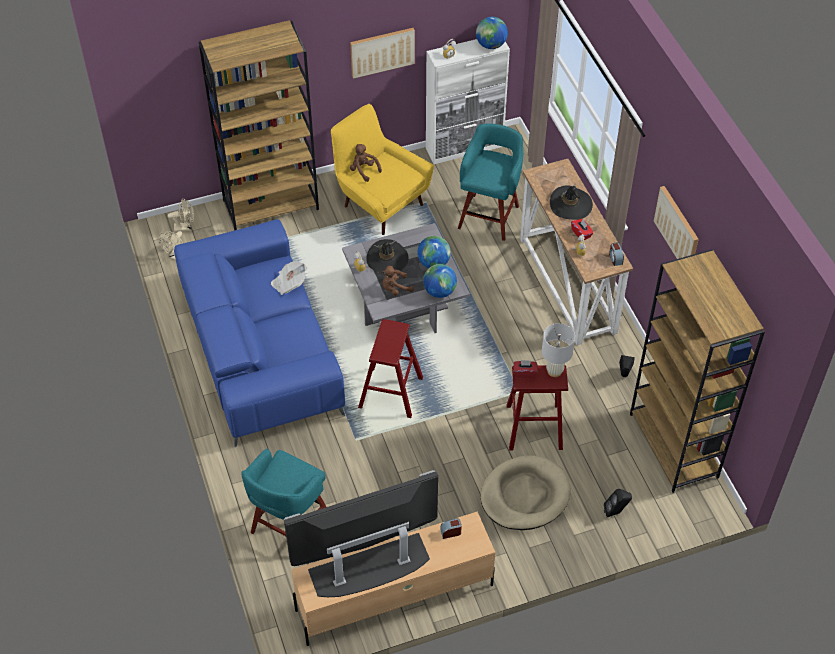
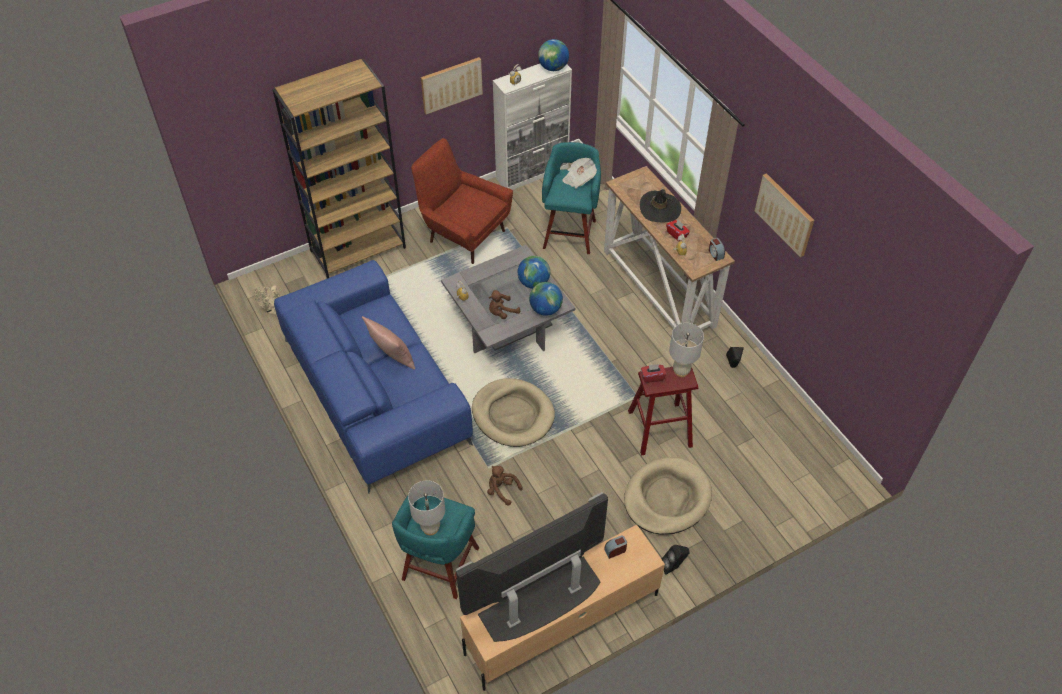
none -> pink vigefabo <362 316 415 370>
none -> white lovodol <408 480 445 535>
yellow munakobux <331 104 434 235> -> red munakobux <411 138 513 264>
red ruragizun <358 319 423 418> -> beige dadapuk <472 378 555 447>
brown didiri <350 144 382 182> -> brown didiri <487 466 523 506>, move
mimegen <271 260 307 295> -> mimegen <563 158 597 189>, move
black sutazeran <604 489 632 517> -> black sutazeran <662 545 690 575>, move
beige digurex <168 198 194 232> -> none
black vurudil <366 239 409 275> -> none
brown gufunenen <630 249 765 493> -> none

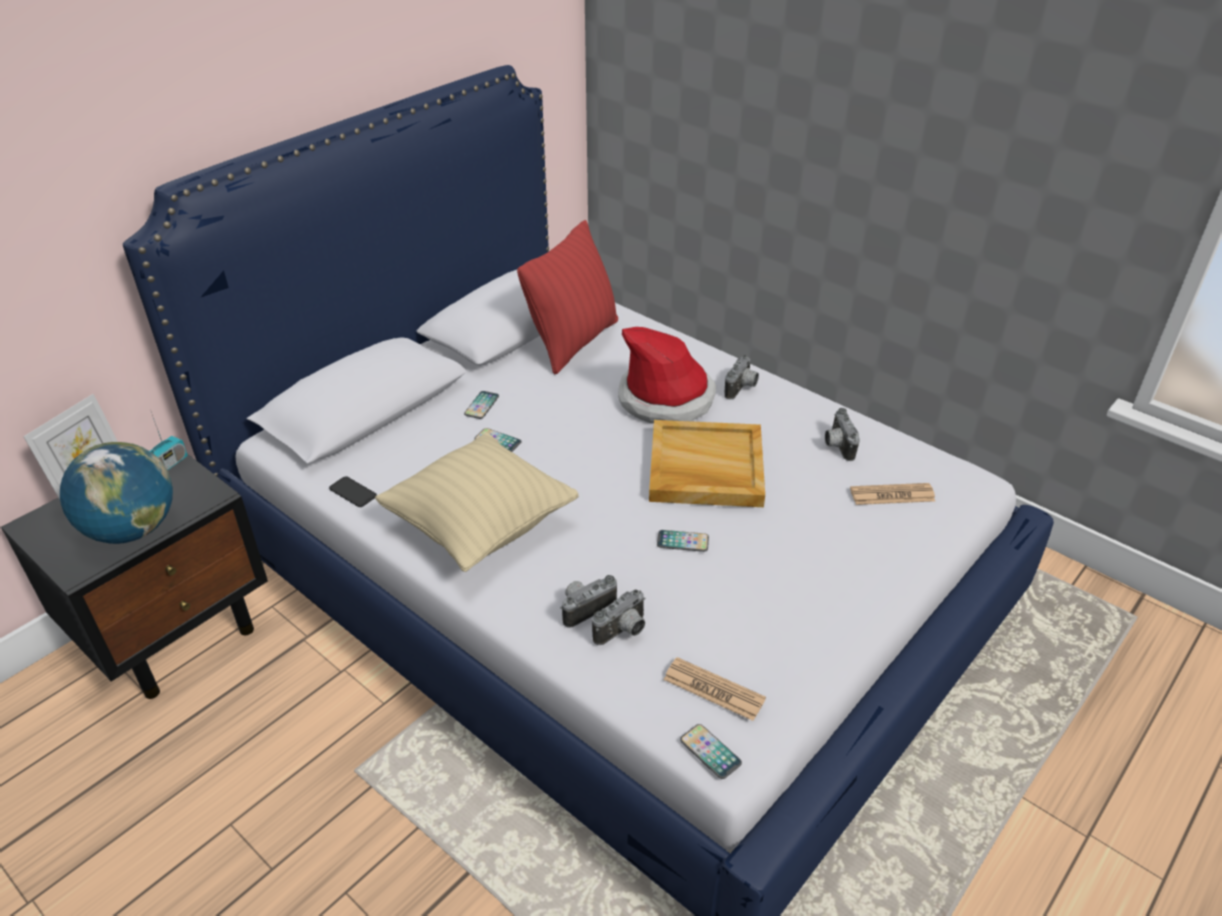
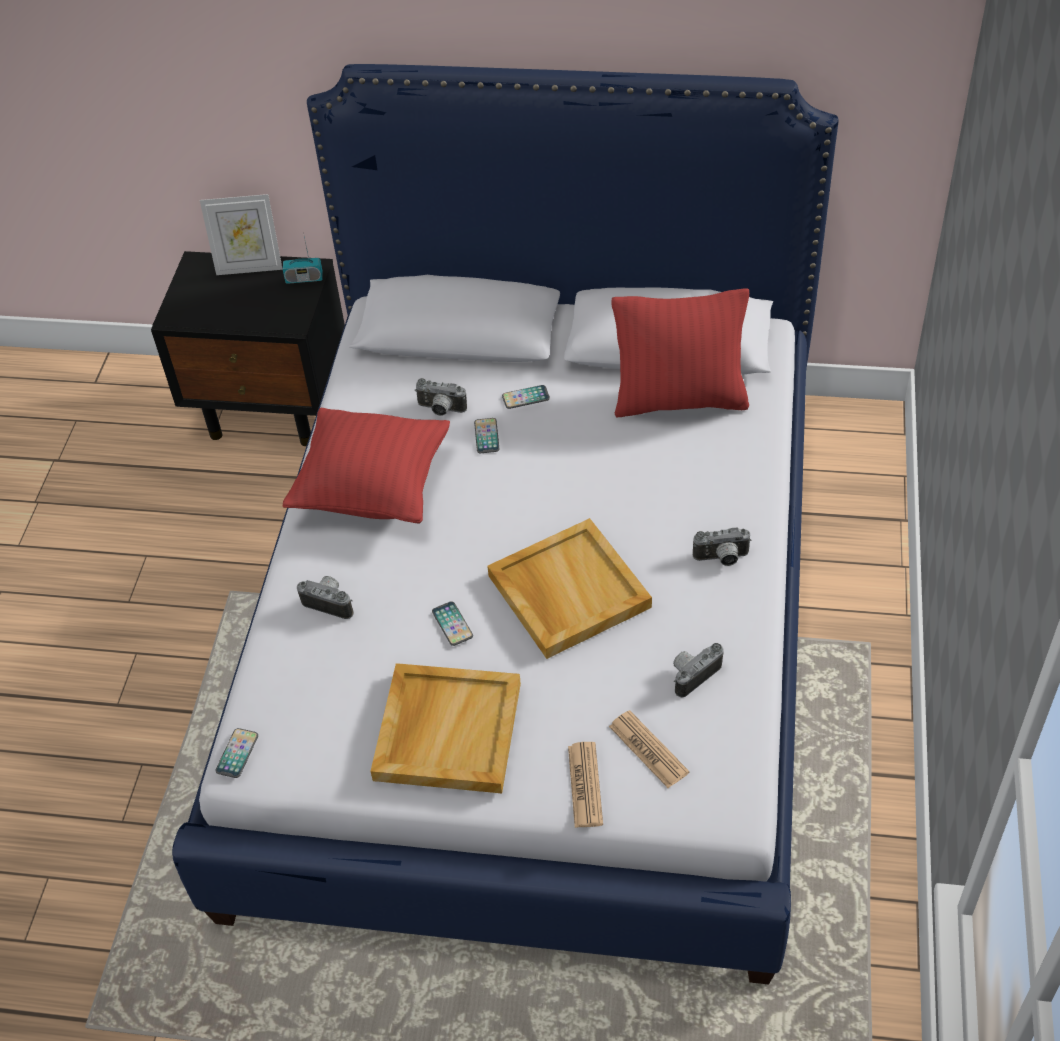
beige vigefabo <375 432 579 572> -> red vigefabo <283 407 450 524>
none -> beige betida <370 663 521 793>
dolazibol <592 589 645 645> -> dolazibol <415 378 467 416>, move
mimegen <664 657 766 721> -> mimegen <568 742 603 828>, move
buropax <60 442 173 544> -> none
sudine <329 476 377 507> -> none
vurudil <618 327 716 424> -> none

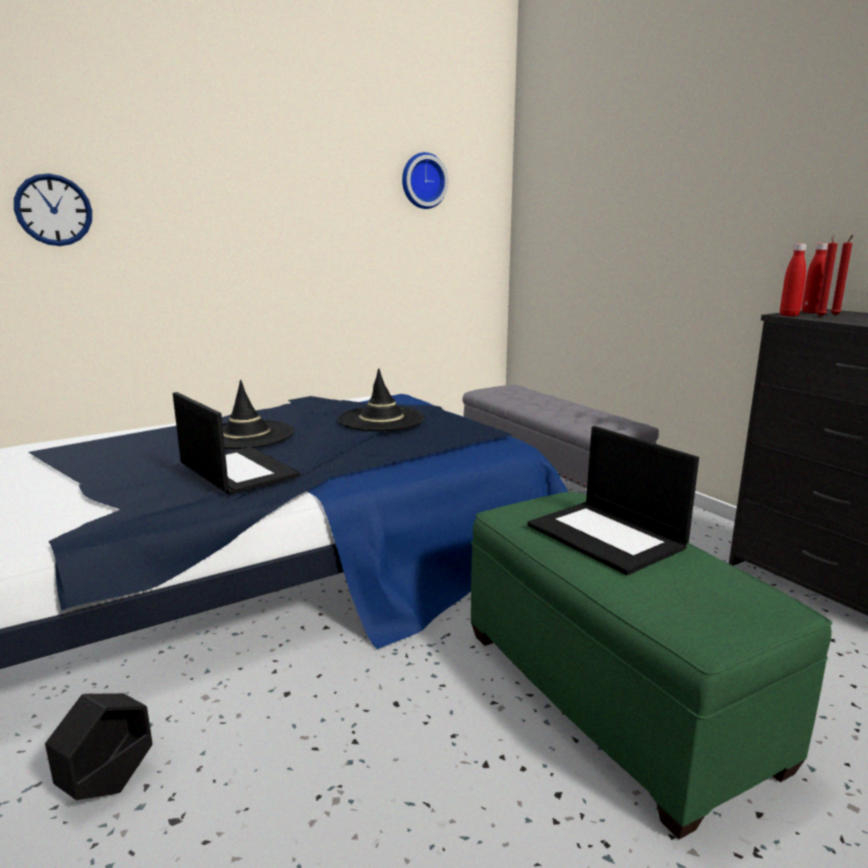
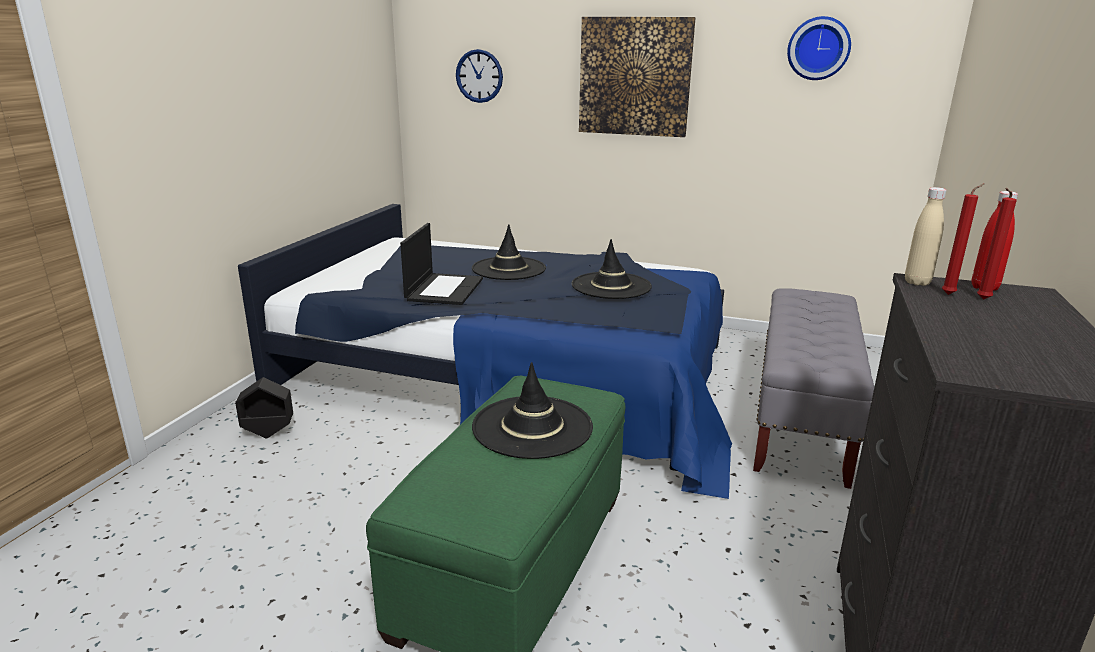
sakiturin <527 426 699 575> -> black vurudil <472 362 593 459>
none -> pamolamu <579 17 696 137>
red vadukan <780 244 807 316> -> beige vadukan <905 187 946 286>

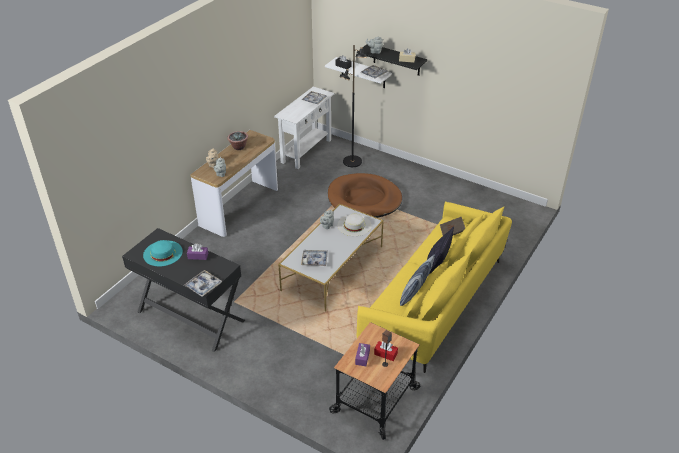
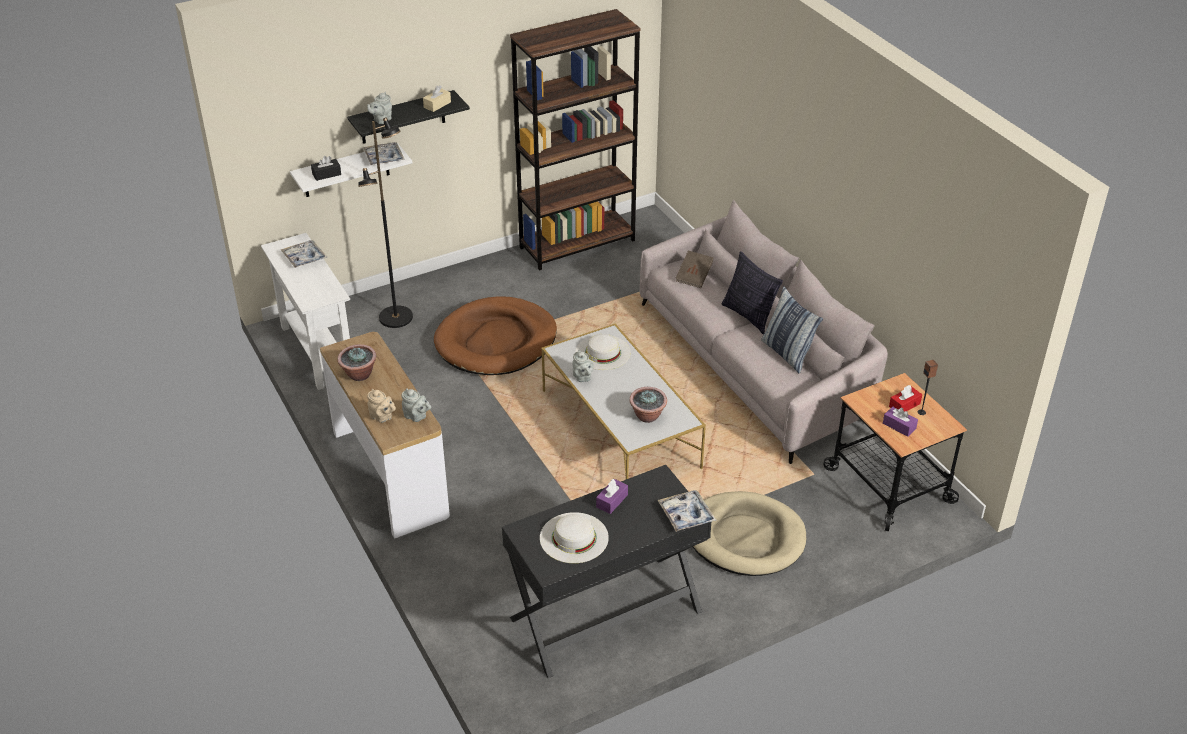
none -> brown gufunenen <510 9 641 271>
turquoise vurudil <143 240 183 266> -> white vurudil <540 512 609 563>
betida <301 250 328 266> -> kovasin <630 387 667 423>
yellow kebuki <357 201 512 373> -> grey kebuki <640 200 888 464>
none -> beige dadapuk <693 491 806 576>

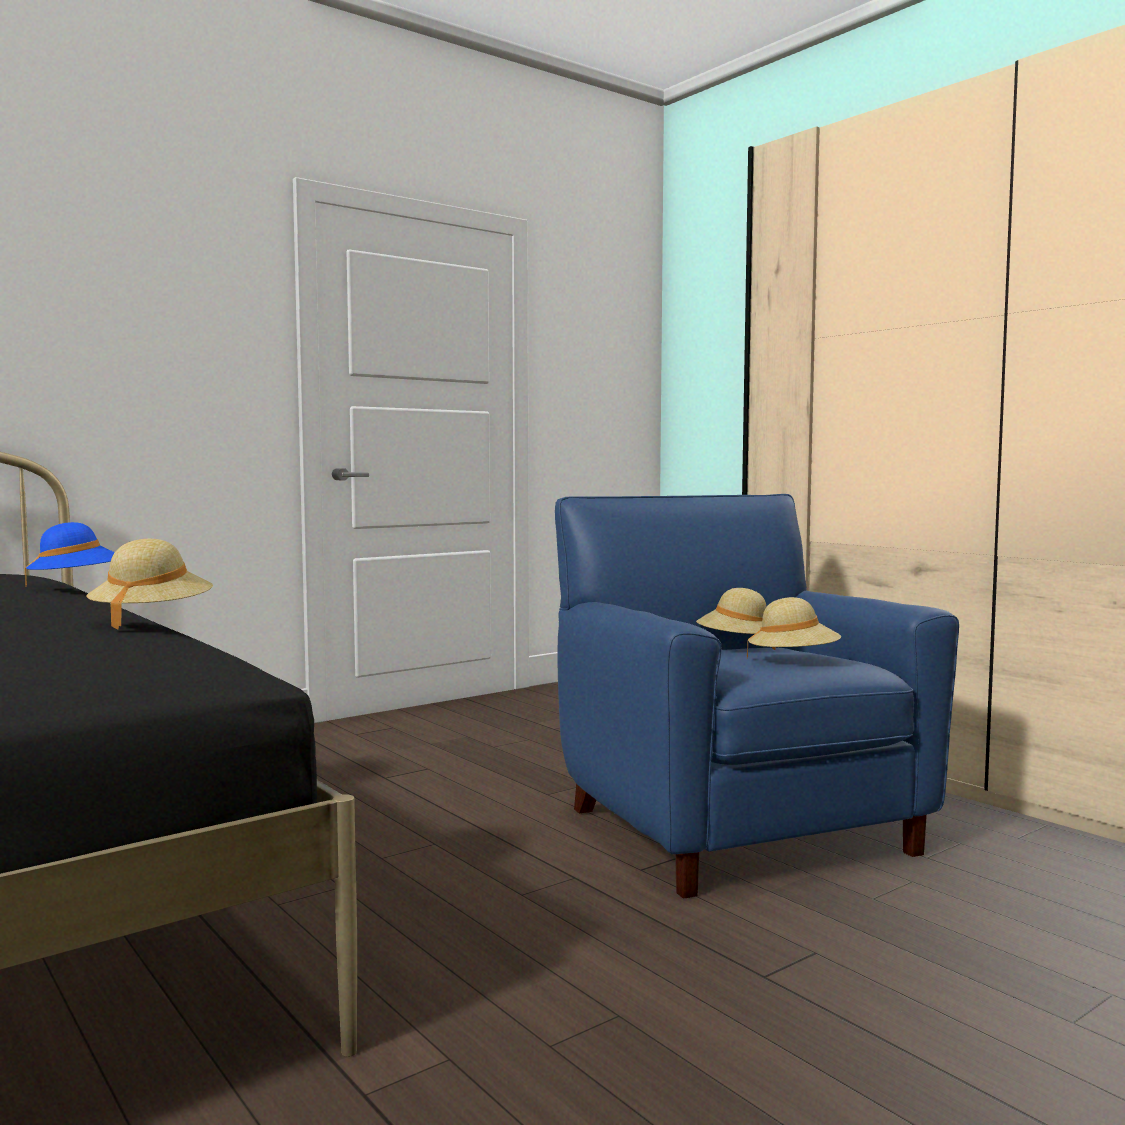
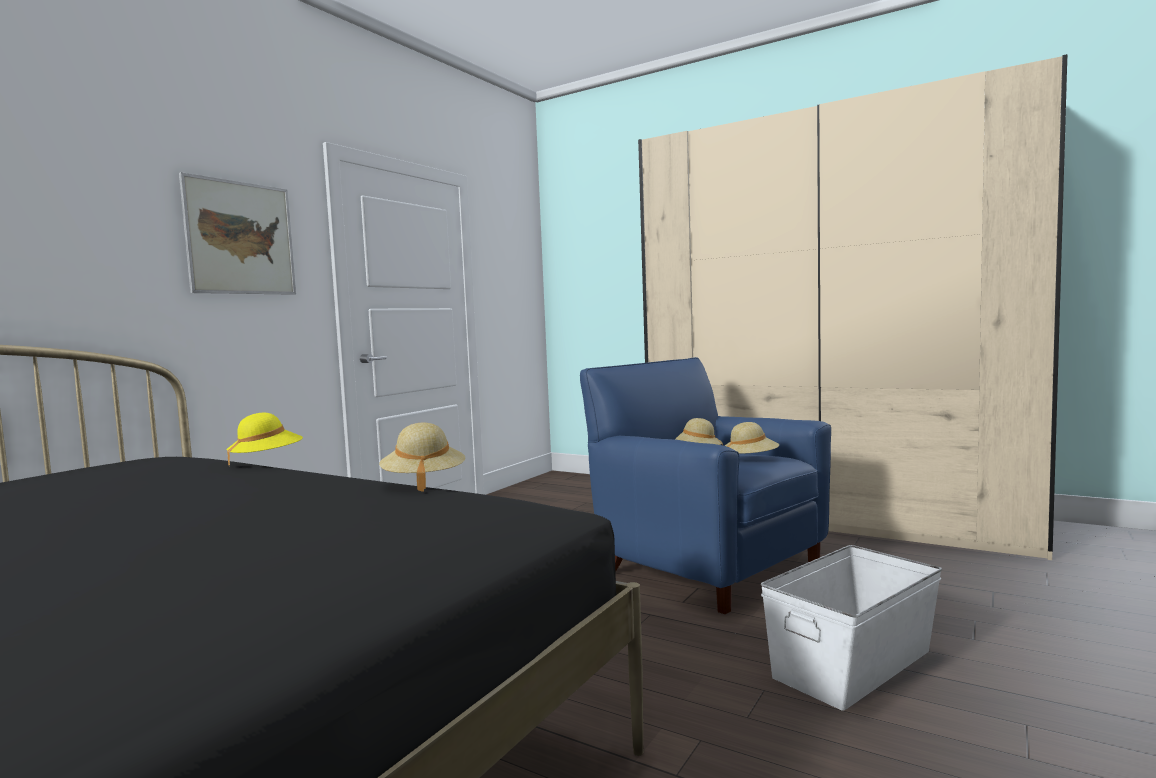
none -> pamolamu <179 172 296 295>
blue vurudil <25 522 115 586> -> yellow vurudil <227 413 303 465>
none -> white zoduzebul <761 545 942 711>

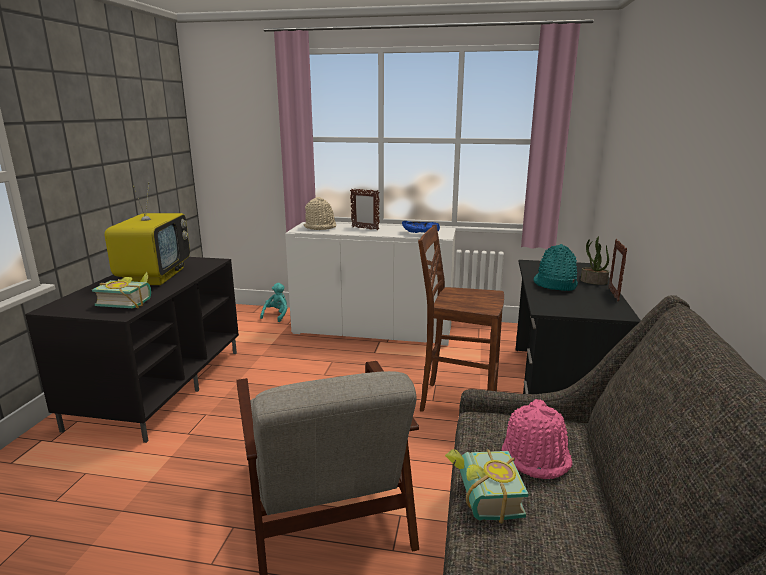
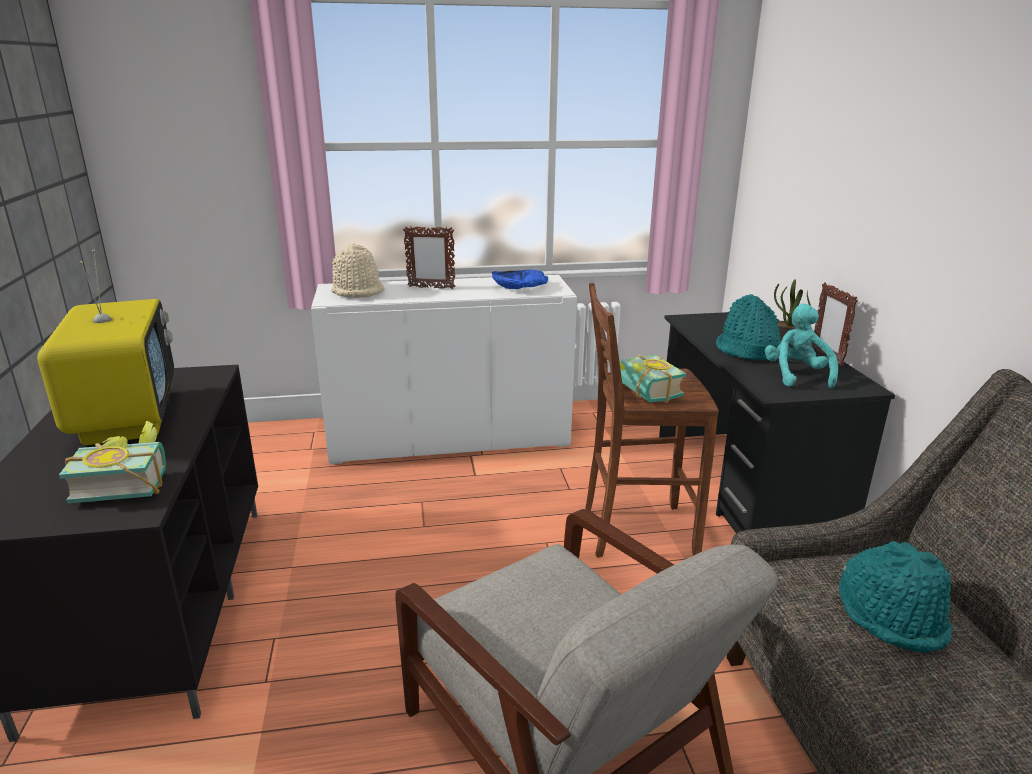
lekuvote <445 449 528 524> -> lekuvote <619 354 686 403>, move
turquoise didiri <260 283 287 322> -> turquoise didiri <765 304 838 388>, move
pink vurudil <502 399 573 479> -> turquoise vurudil <839 541 952 652>

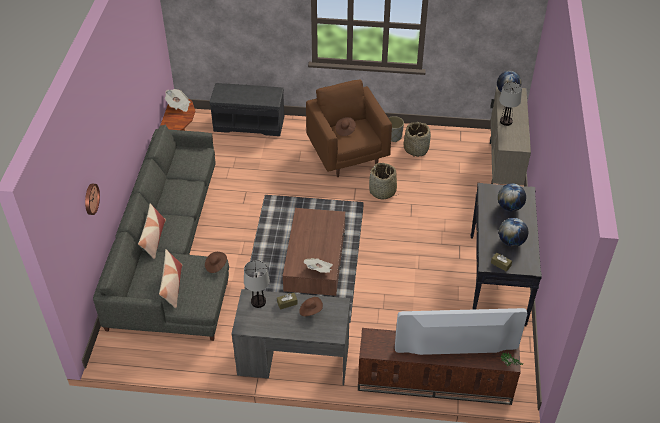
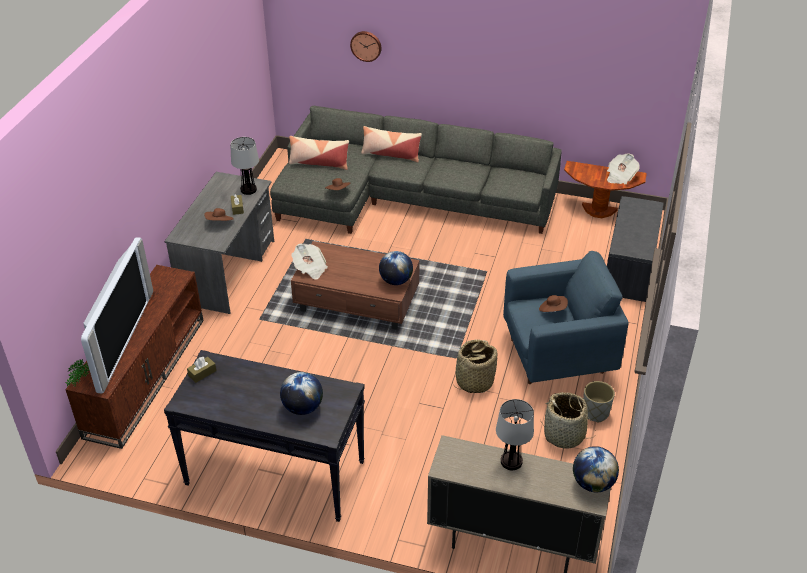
buropax <499 218 528 247> -> buropax <379 251 413 285>, move
brown munakobux <306 80 392 177> -> blue munakobux <503 251 629 384>

